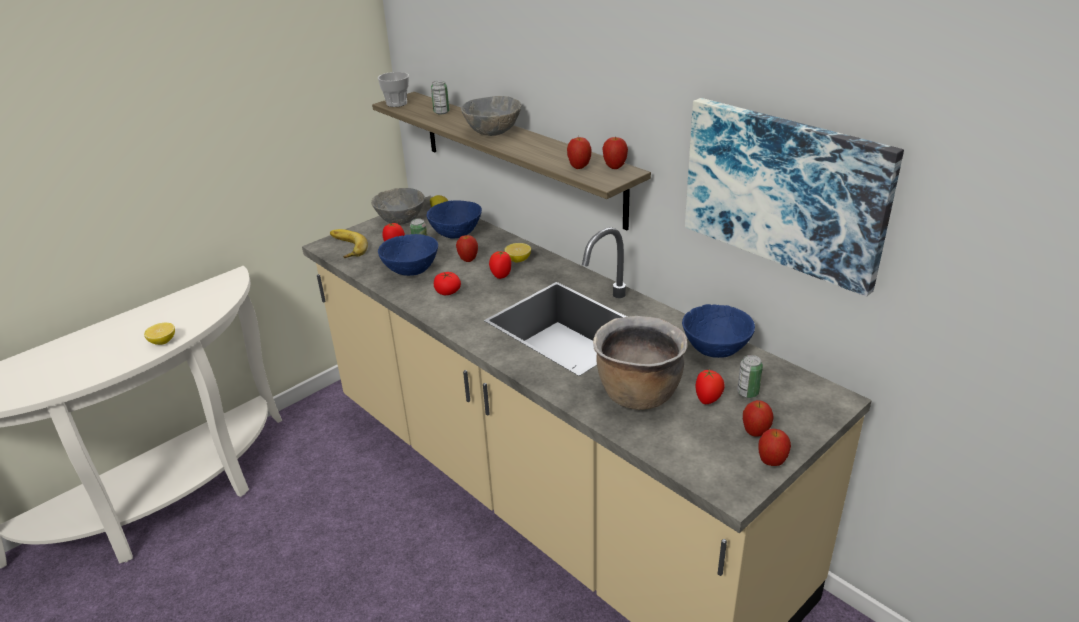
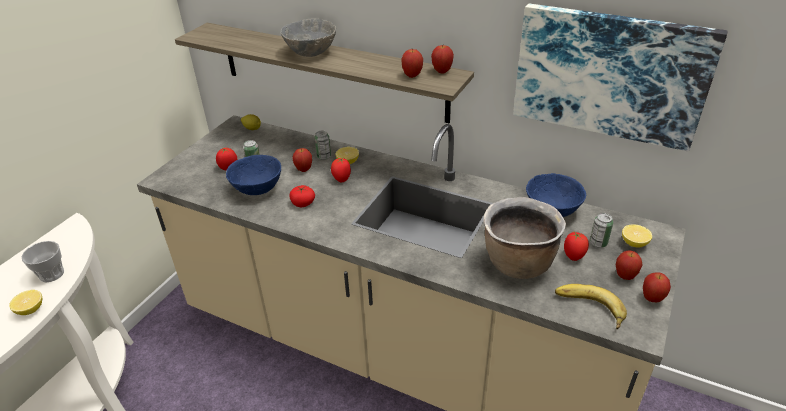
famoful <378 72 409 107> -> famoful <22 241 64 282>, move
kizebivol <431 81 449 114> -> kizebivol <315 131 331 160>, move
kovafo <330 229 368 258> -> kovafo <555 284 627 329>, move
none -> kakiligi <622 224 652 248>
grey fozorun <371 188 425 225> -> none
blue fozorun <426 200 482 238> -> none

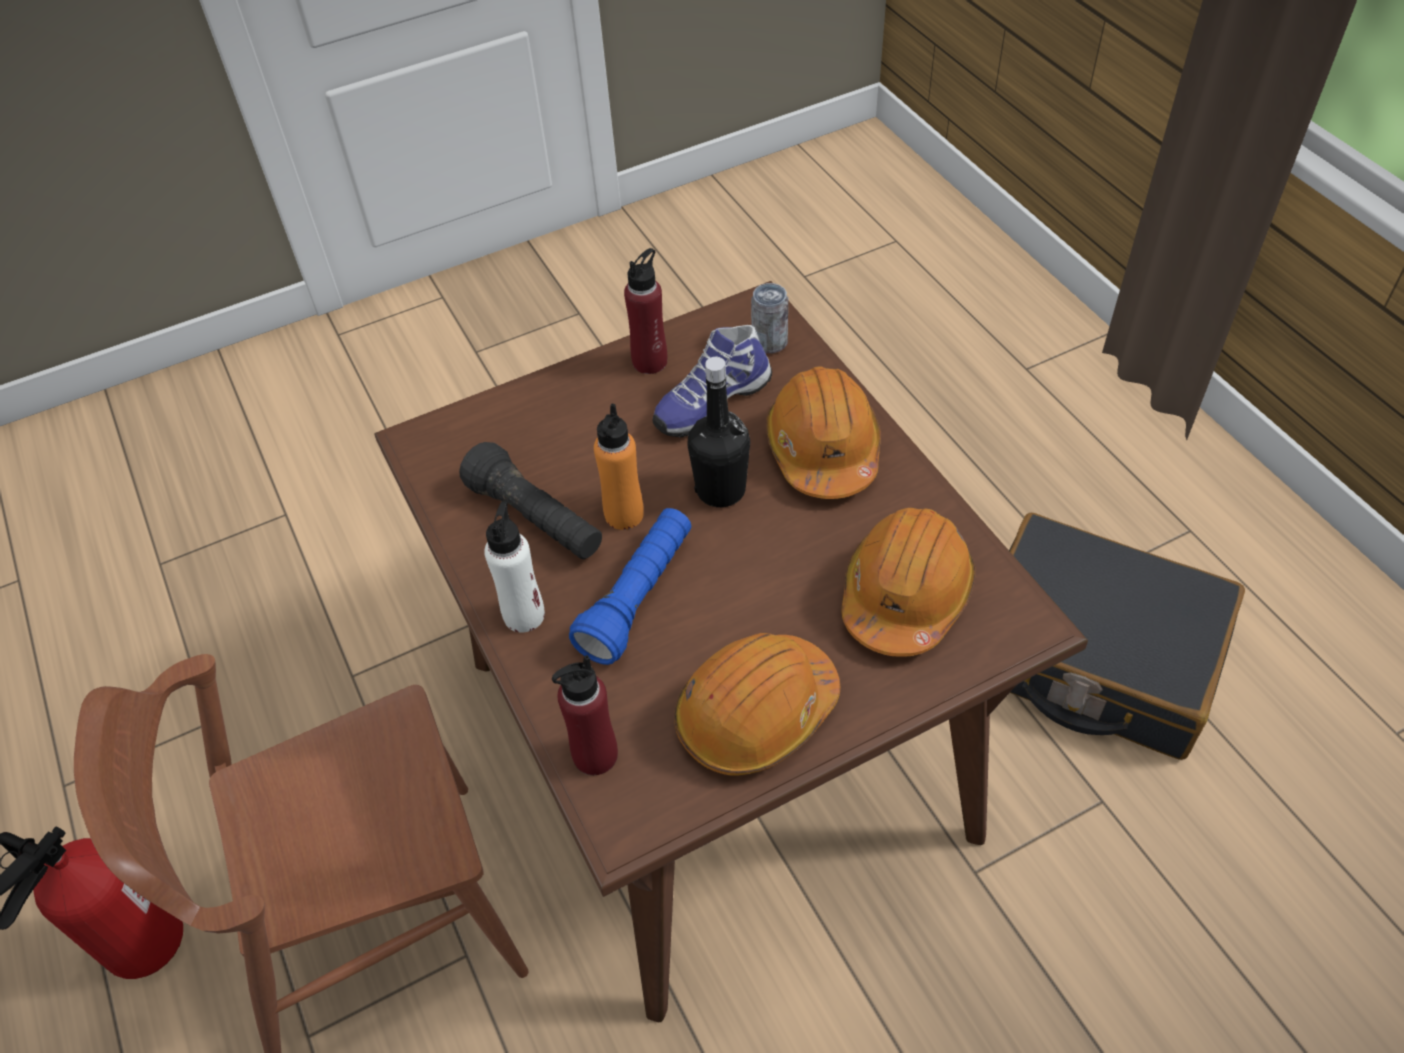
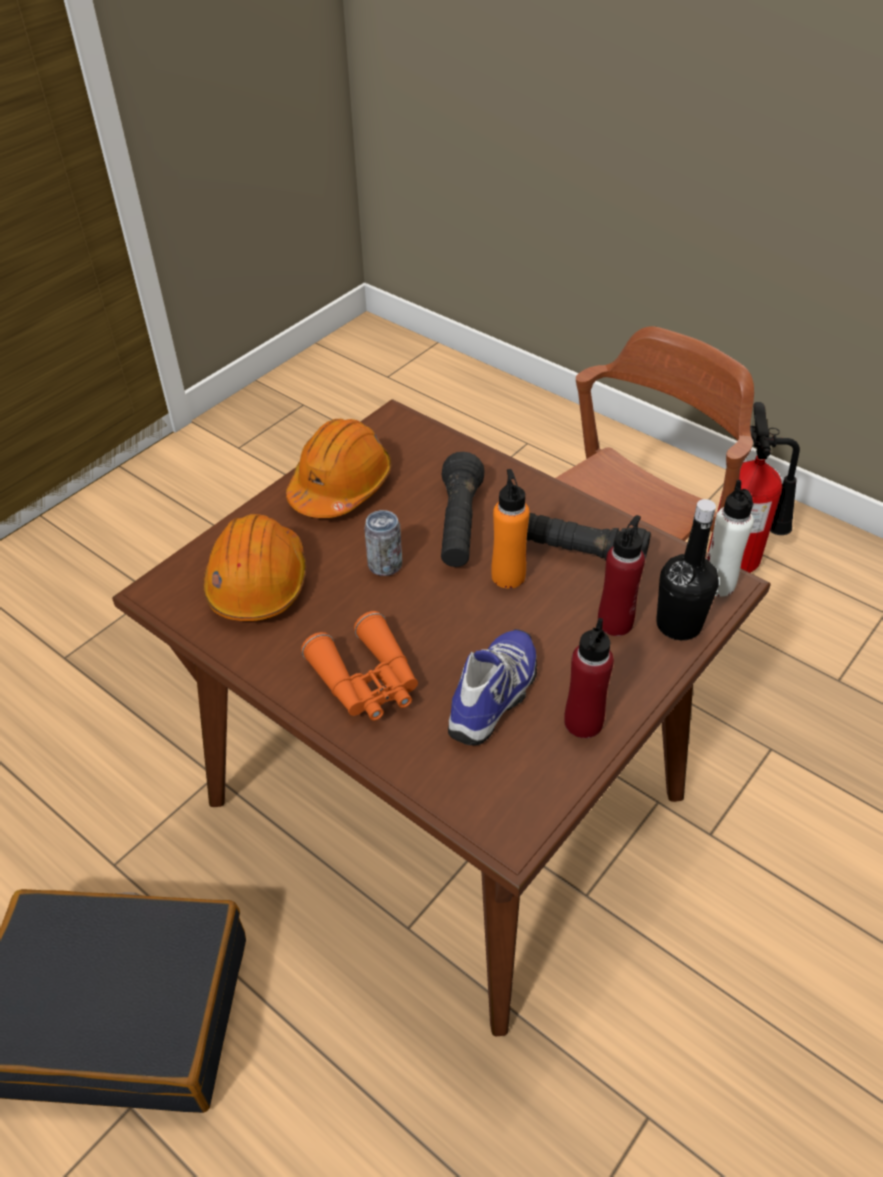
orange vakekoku <766 366 881 499> -> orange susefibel <301 611 418 721>
kizebivol <751 283 788 353> -> kizebivol <364 510 402 576>, move
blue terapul <569 508 691 665> -> black terapul <441 452 485 567>
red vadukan <552 655 618 775> -> red vadukan <598 515 645 636>, move
black vadukan <687 357 750 507> -> black vadukan <656 499 719 640>, move
white vadukan <484 501 545 633> -> white vadukan <707 480 754 597>, move

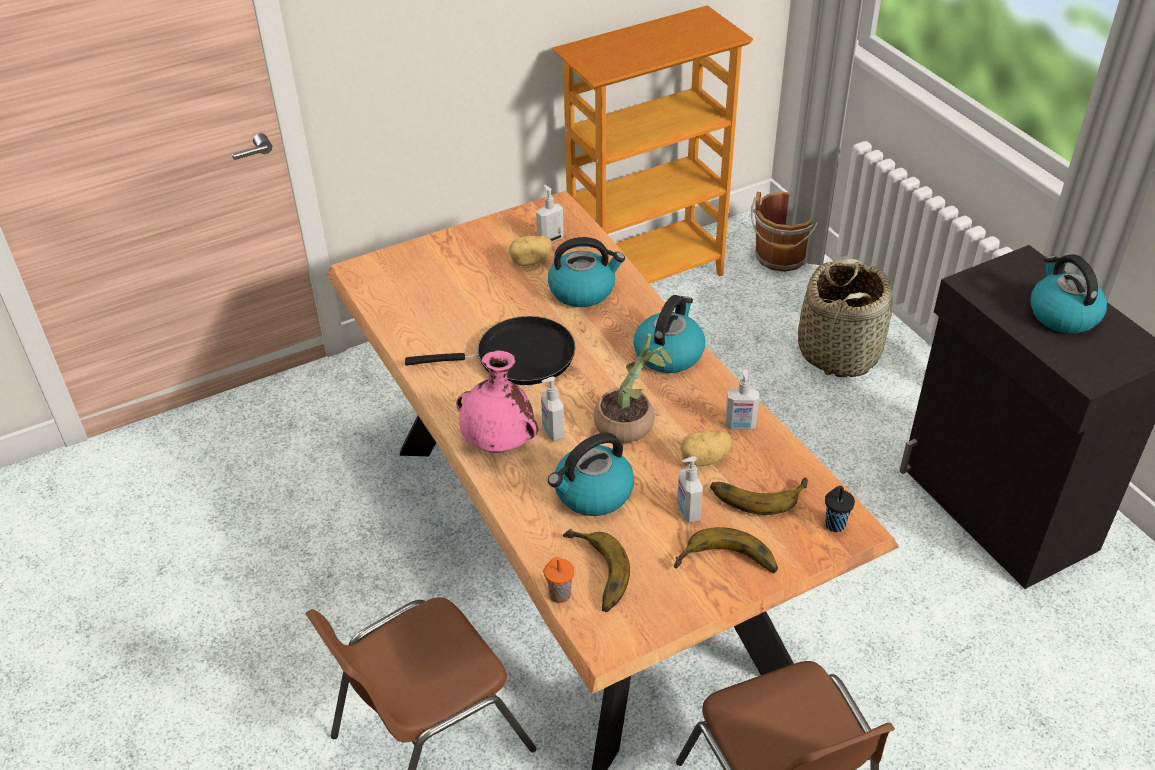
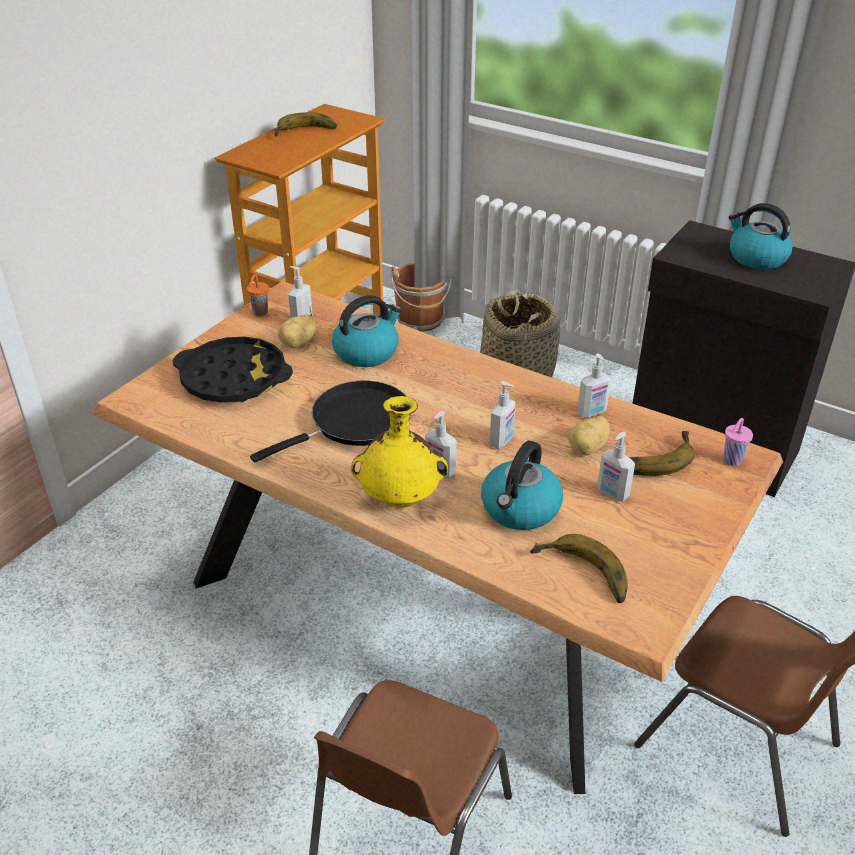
none -> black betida <173 337 293 402>
orange famoful <543 557 574 603> -> orange famoful <246 274 269 316>, move
kovafo <674 527 778 573> -> kovafo <274 112 337 137>, move
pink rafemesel <456 350 539 453> -> yellow rafemesel <351 396 448 508>
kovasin <593 334 672 443> -> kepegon <490 381 515 448>
black famoful <825 486 855 532> -> pink famoful <723 418 753 466>
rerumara <634 295 705 373> -> none

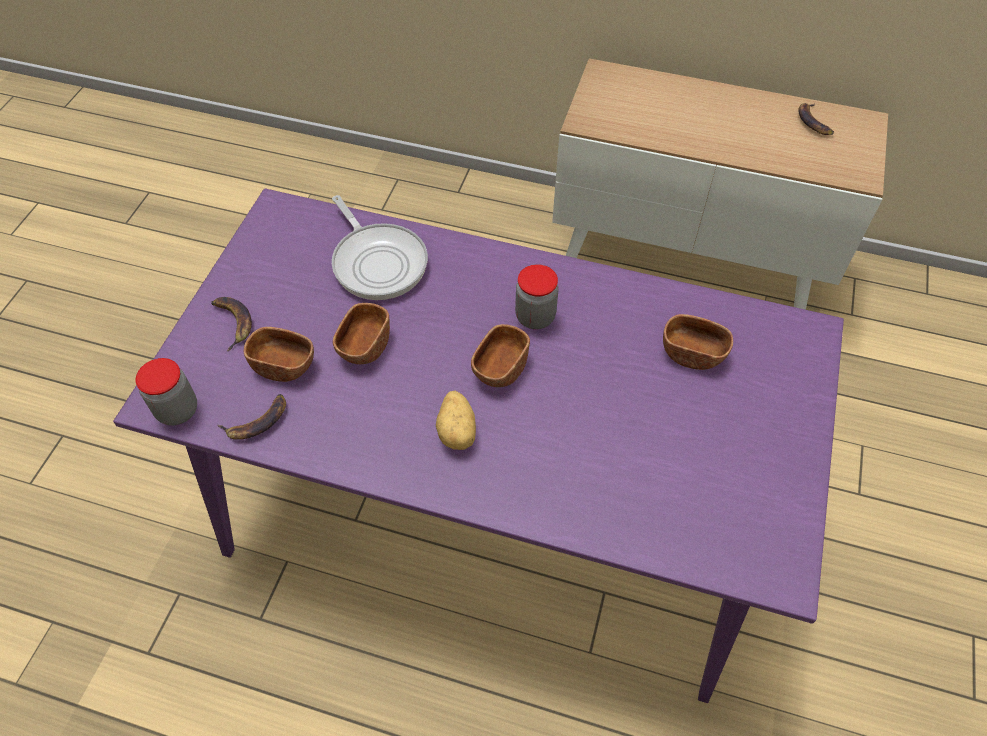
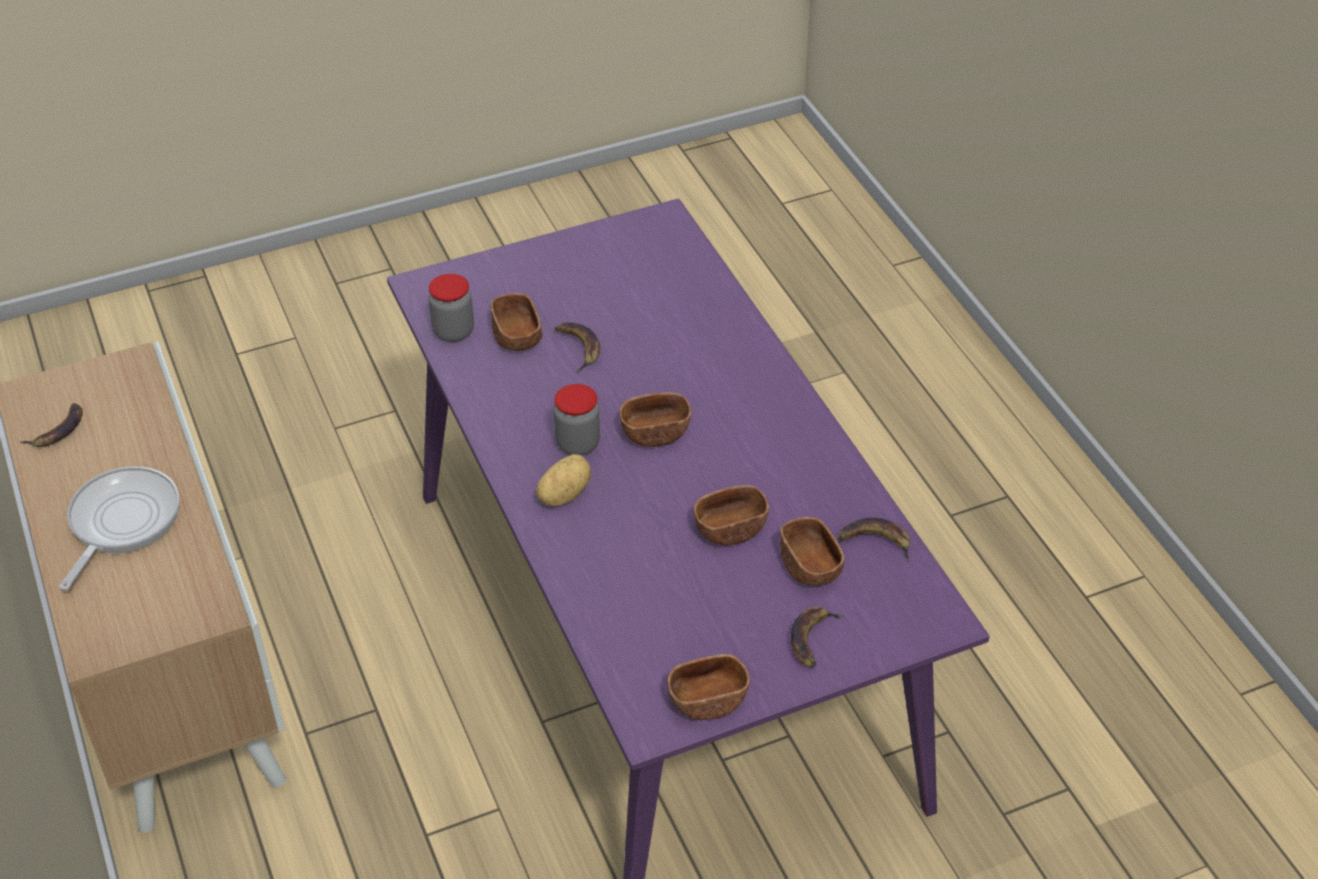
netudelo <332 195 428 300> -> netudelo <59 466 179 590>, move
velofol <136 358 197 425> -> velofol <428 274 474 342>, move
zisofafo <436 391 476 450> -> zisofafo <536 454 591 506>, move
none -> kovafo <555 322 600 373>
none -> brown fozorun <667 654 750 720>

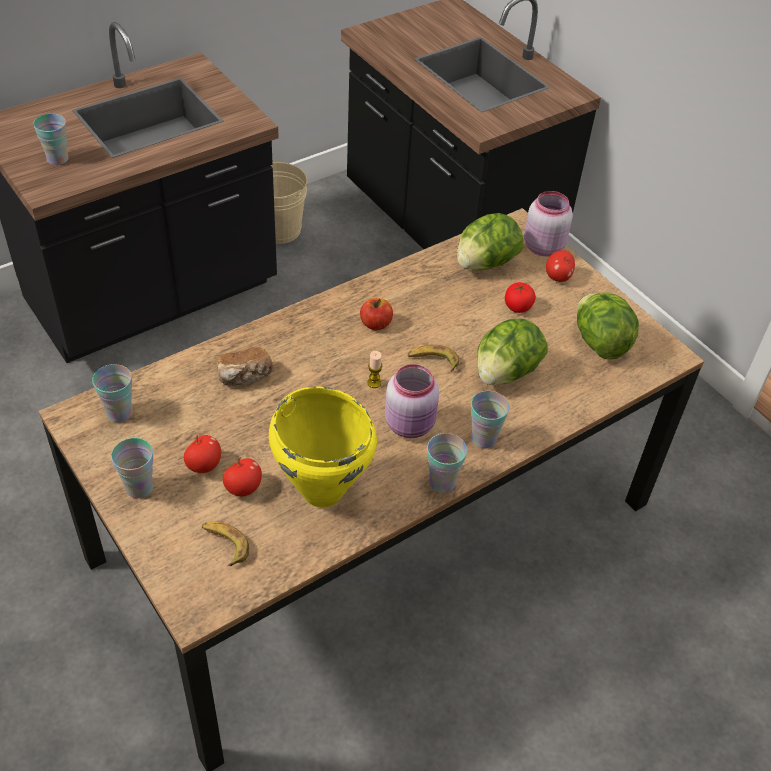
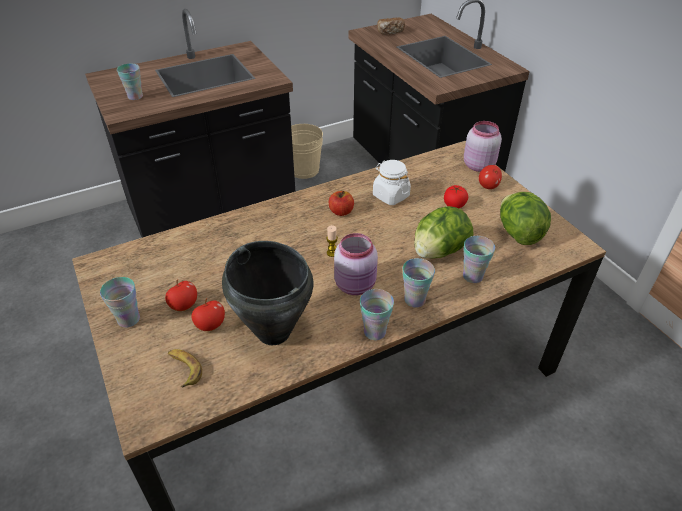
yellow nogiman <269 386 377 508> -> black nogiman <222 241 314 345>
none -> white velofol <373 160 411 205>
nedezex <217 347 273 386> -> nedezex <377 18 405 35>, move
famoful <92 364 133 422> -> famoful <463 236 495 283>, move
kovafo <408 345 459 372> -> none
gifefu <457 213 524 270> -> none

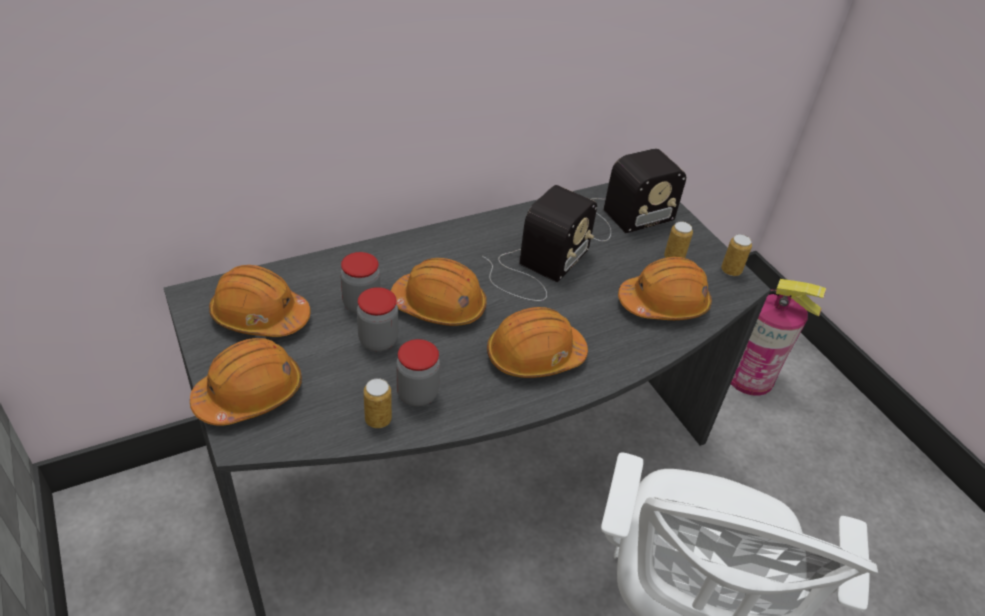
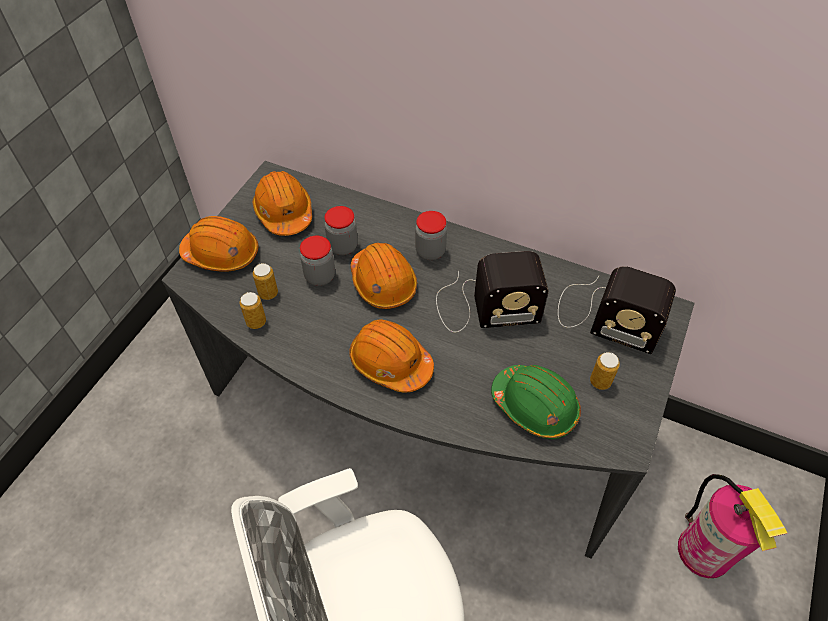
kizebivol <721 234 752 276> -> kizebivol <253 263 278 300>, move
velofol <396 339 440 407> -> velofol <415 211 447 260>, move
orange vakekoku <618 257 712 320> -> green vakekoku <491 365 581 439>

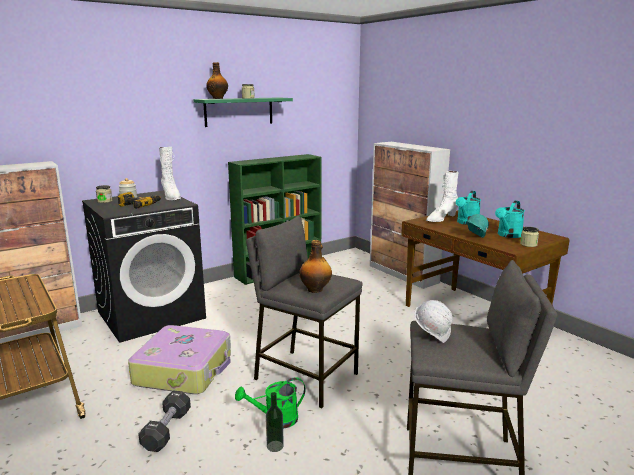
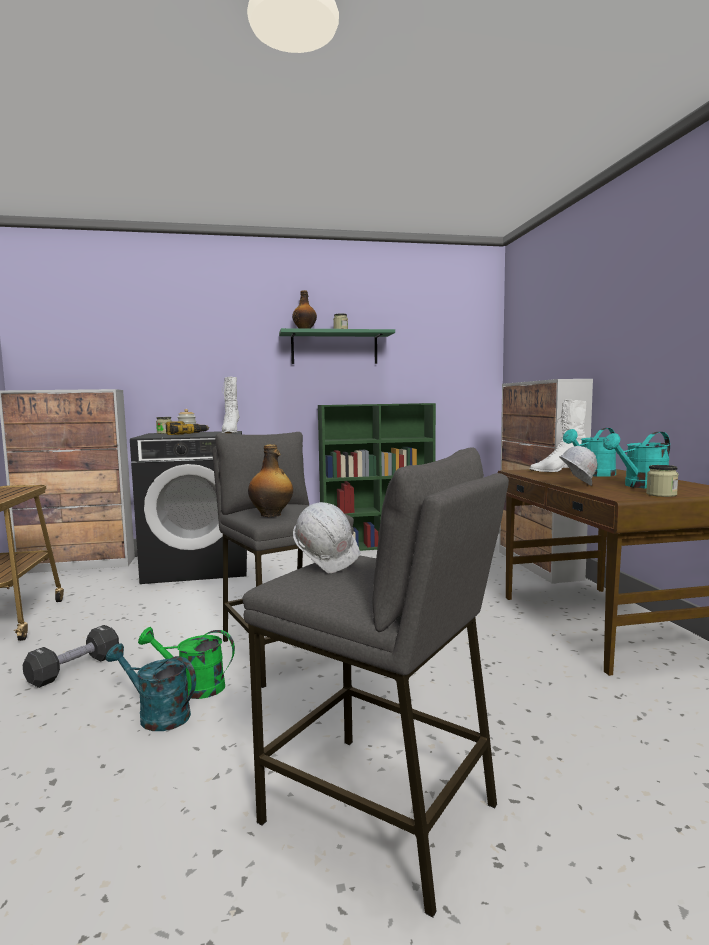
vadukan <266 392 284 452> -> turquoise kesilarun <106 643 196 731>
turquoise vakekoku <466 214 489 238> -> white vakekoku <559 446 597 486>
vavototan <128 325 231 394> -> none

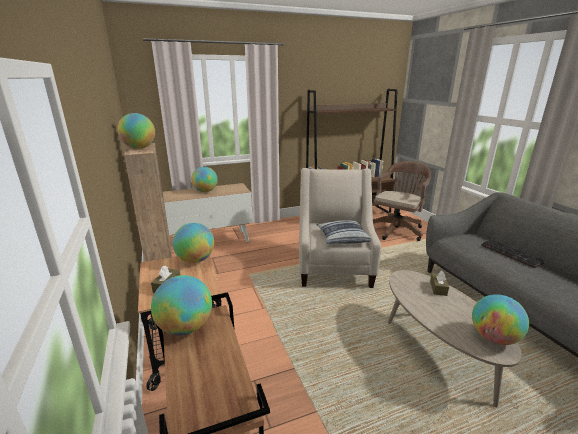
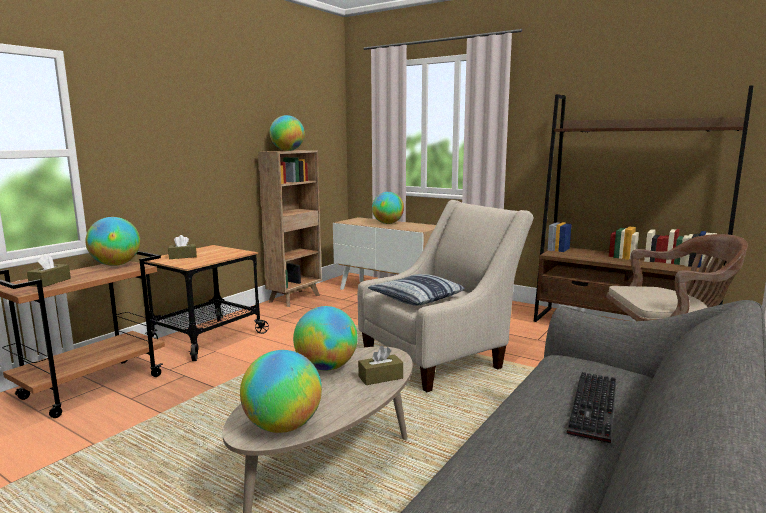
none -> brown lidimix <27 254 71 287>
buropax <173 223 214 263> -> buropax <293 306 358 371>, move

